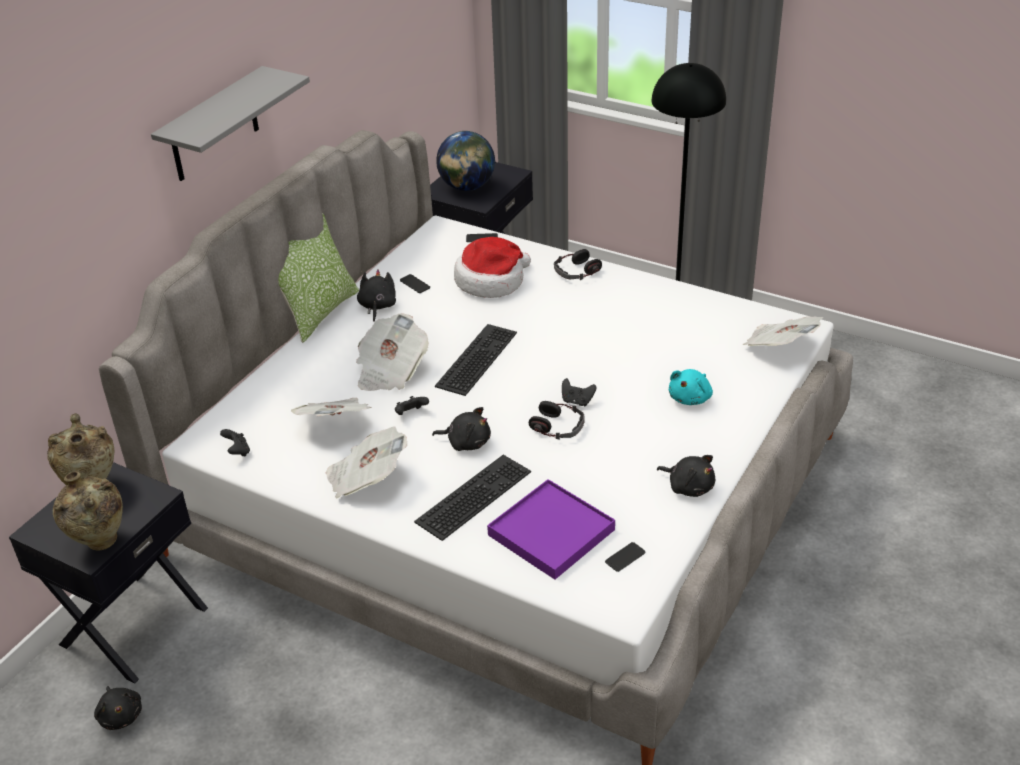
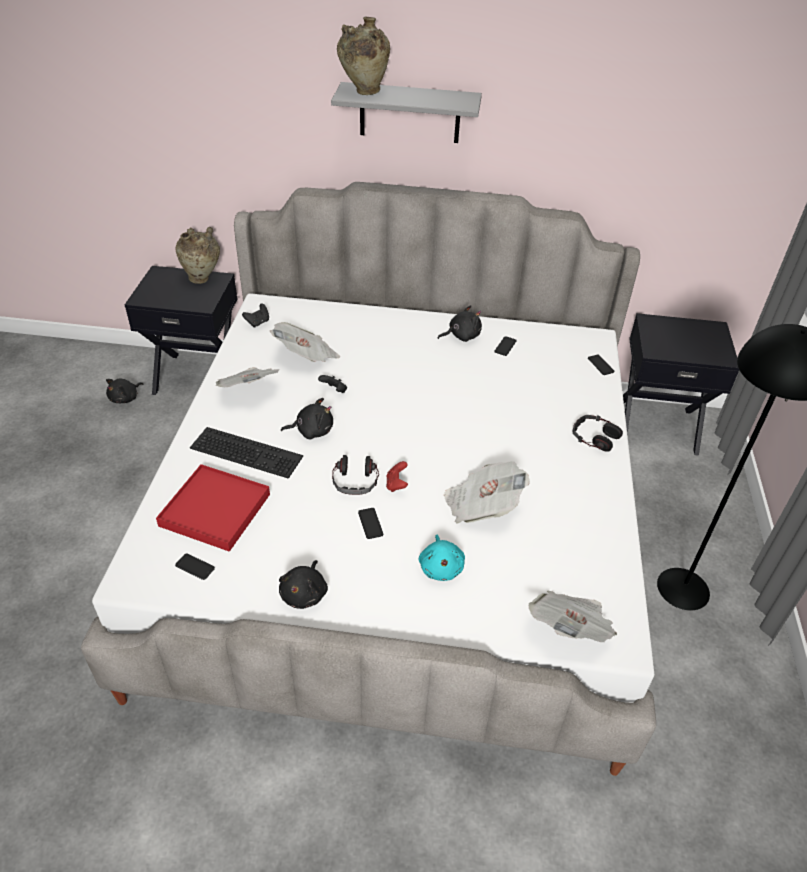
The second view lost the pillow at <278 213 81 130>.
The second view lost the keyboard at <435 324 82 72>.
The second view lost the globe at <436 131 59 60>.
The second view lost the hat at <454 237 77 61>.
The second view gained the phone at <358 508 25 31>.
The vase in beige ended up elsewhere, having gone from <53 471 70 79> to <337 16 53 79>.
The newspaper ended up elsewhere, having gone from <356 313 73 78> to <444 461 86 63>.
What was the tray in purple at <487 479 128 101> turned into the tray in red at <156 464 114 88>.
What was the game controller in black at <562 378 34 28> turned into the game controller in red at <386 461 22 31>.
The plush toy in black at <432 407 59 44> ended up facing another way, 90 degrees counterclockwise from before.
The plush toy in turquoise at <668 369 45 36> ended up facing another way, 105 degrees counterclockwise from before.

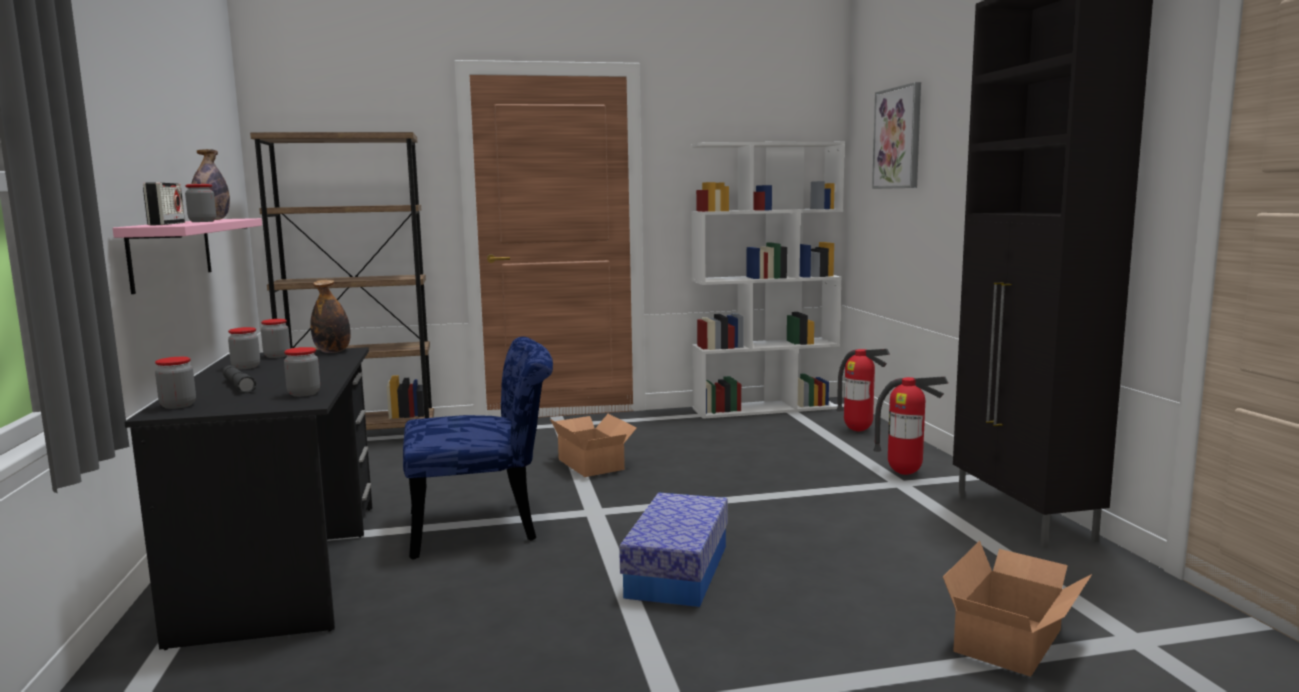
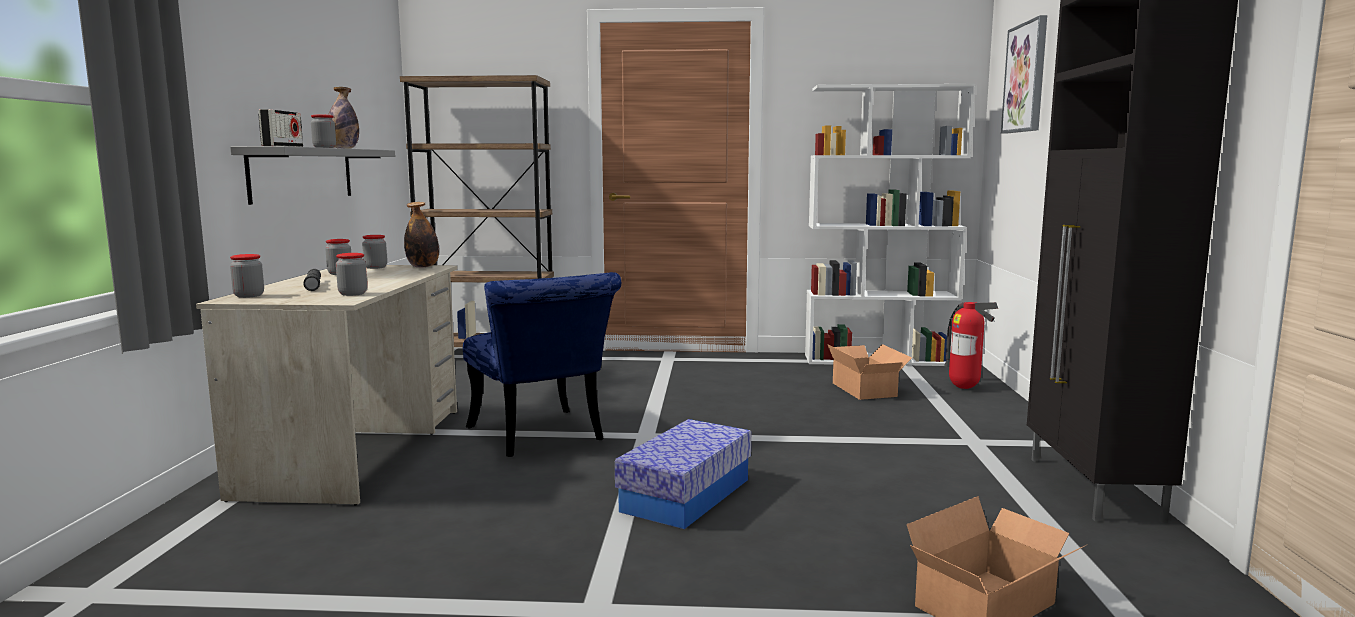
The second view lost the fire extinguisher at <873 376 75 99>.
The cardboard box ended up elsewhere, having gone from <550 414 86 63> to <827 344 85 56>.
What was the shelf in pink at <113 218 149 76> turned into the shelf in grey at <230 146 165 59>.
What was the desk in black at <124 347 248 303> turned into the desk in beige at <196 265 262 240>.
The chair in blue at <403 337 150 222> ended up facing another way, 60 degrees clockwise from before.

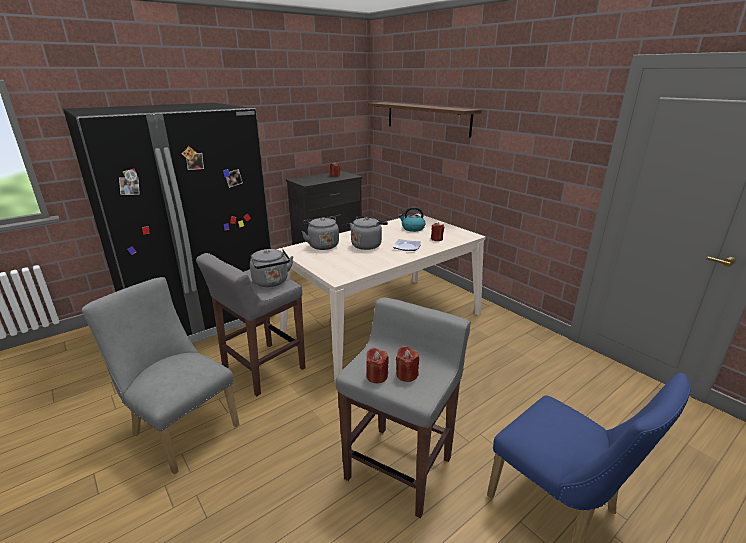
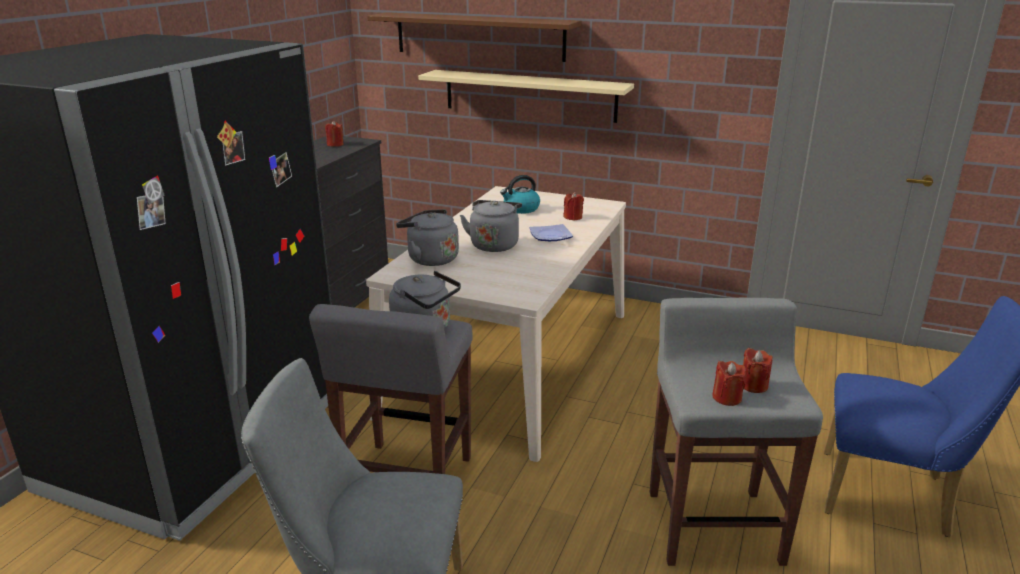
The second view gained the shelf in beige at <418 70 216 53>.

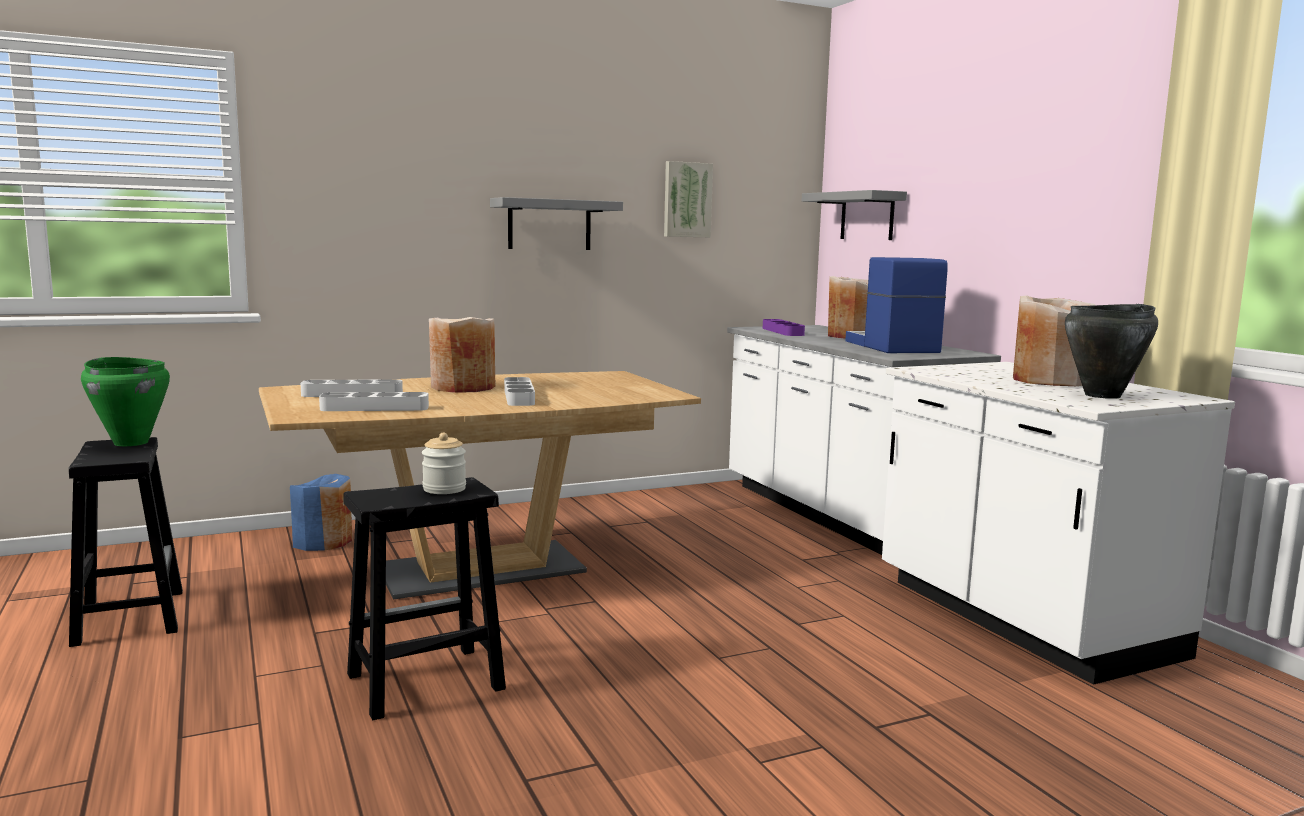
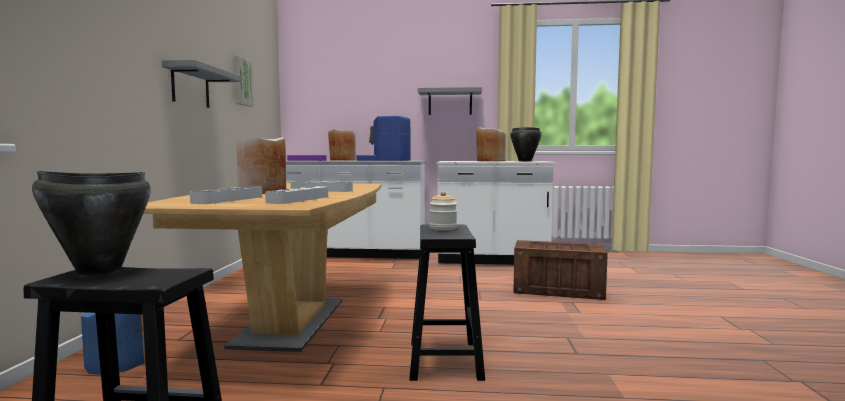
The second view gained the crate at <513 240 95 60>.
The shelf in grey ended up elsewhere, having gone from <802 190 105 50> to <418 87 64 28>.
What was the cooking pot in green at <81 357 89 89> turned into the cooking pot in black at <32 171 119 105>.

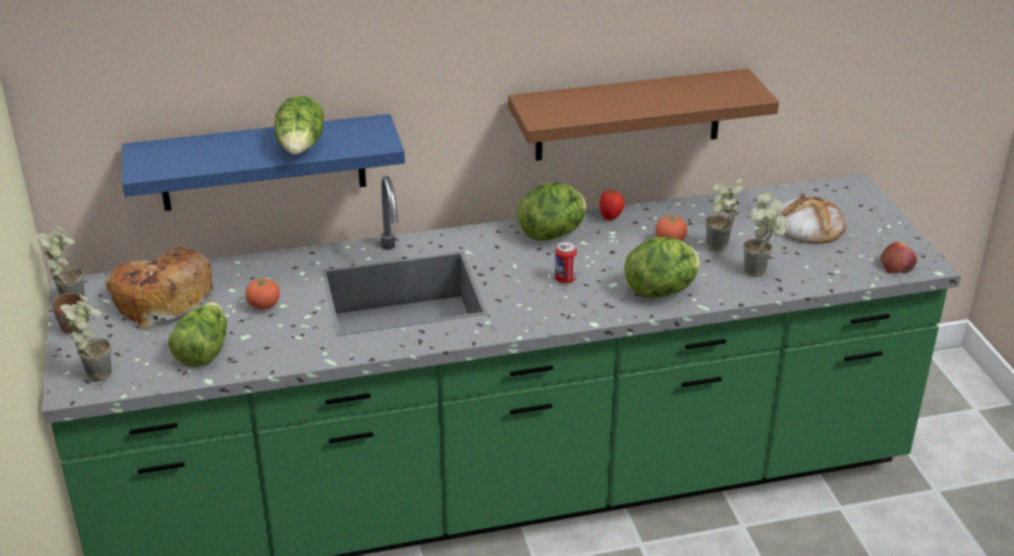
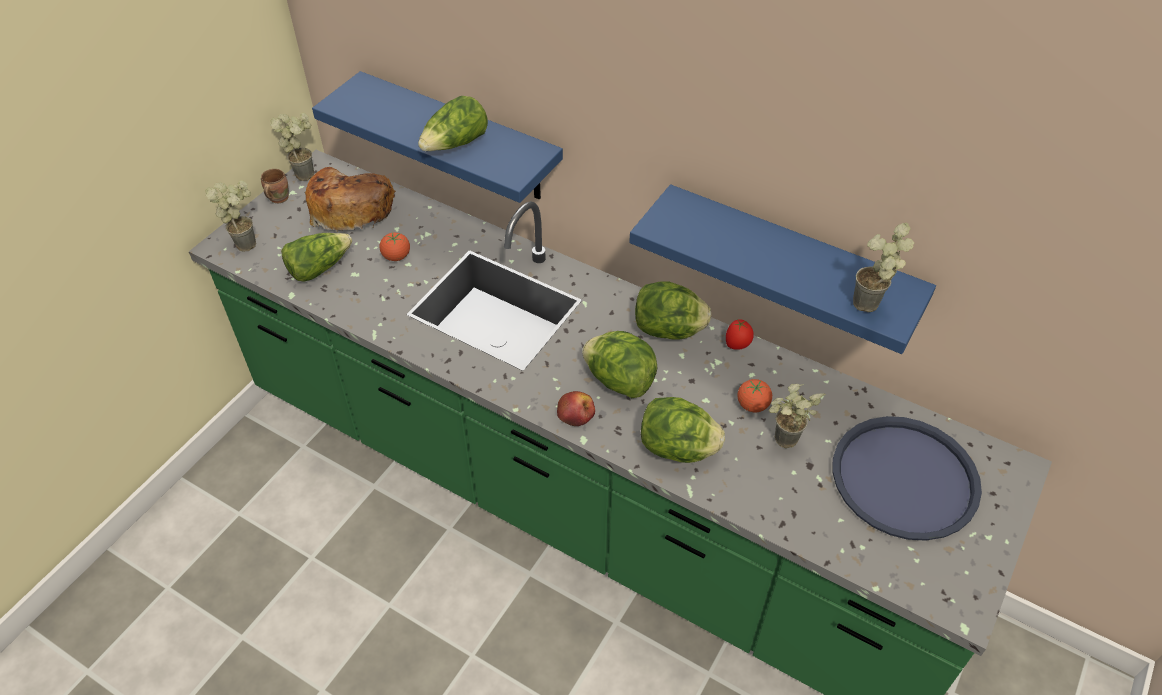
The potted plant ended up elsewhere, having gone from <743 191 44 86> to <853 222 62 90>.
The apple ended up elsewhere, having gone from <880 242 37 32> to <557 391 38 35>.
Where the can stood at <555 242 22 42>, the lettuce came to stand at <582 331 75 67>.
Where the bread stood at <775 194 71 50>, the tray in blue came to stand at <832 416 150 125>.
What was the shelf in brown at <508 69 271 92> turned into the shelf in blue at <629 184 307 170>.

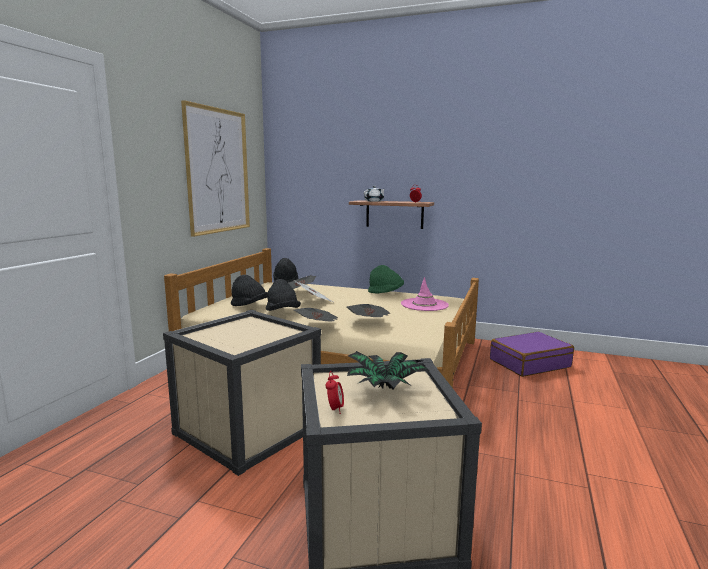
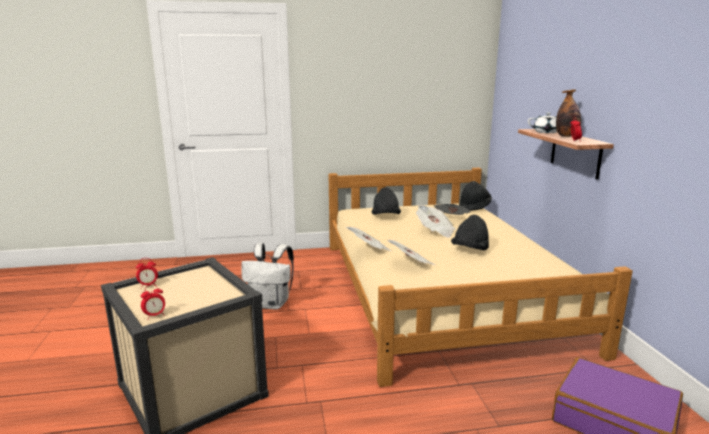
The second view lost the picture at <181 100 69 137>.
The second view lost the potted plant at <347 351 83 39>.
The second view lost the hat in green at <368 265 36 28>.
The second view lost the hat in pink at <401 277 48 34>.
The second view gained the alarm clock at <141 285 24 35>.
The second view gained the bottle at <556 89 25 48>.
The hat in black ended up elsewhere, having gone from <266 279 35 32> to <451 215 38 35>.
Where the storage box in beige stood at <163 310 158 166>, the backpack in white came to stand at <241 243 53 66>.

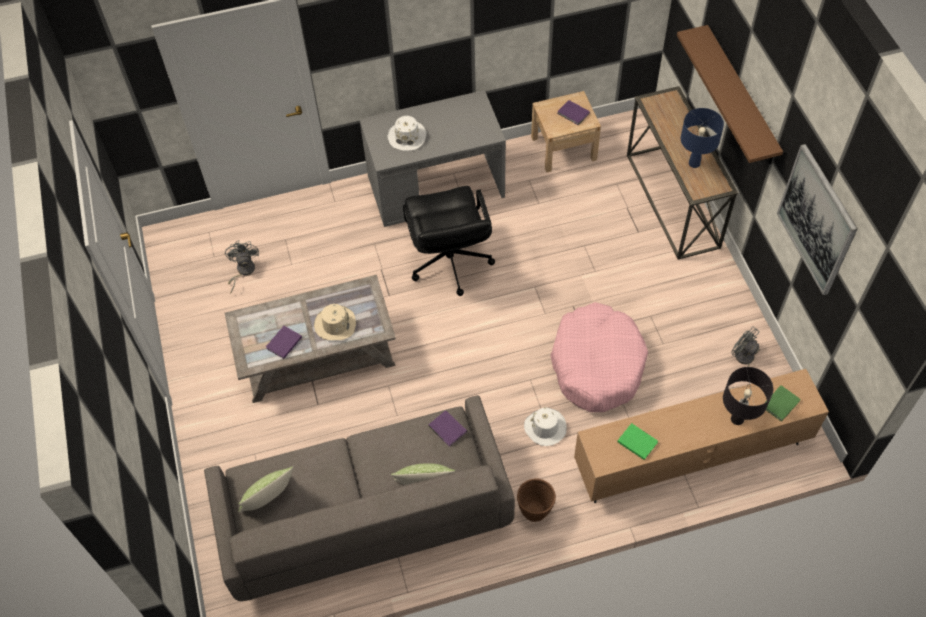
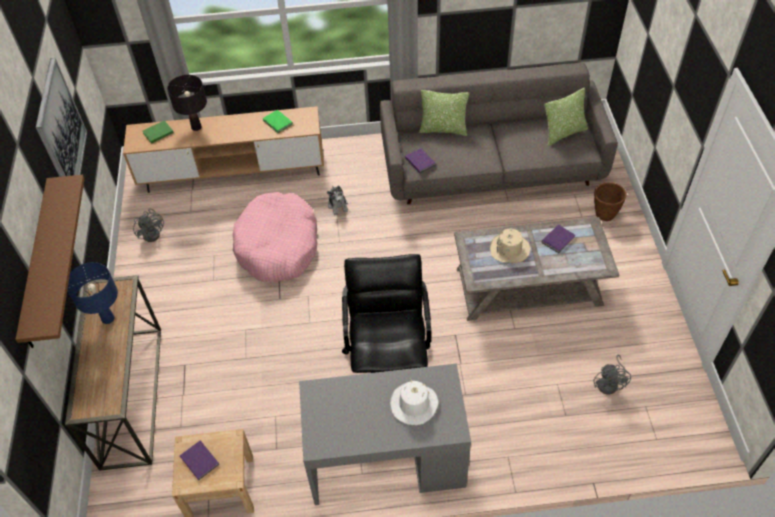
The planter in brown ended up elsewhere, having gone from <517 478 39 44> to <594 182 33 39>.
Where the hat in white stood at <524 407 42 39>, the plush toy came to stand at <327 185 21 30>.

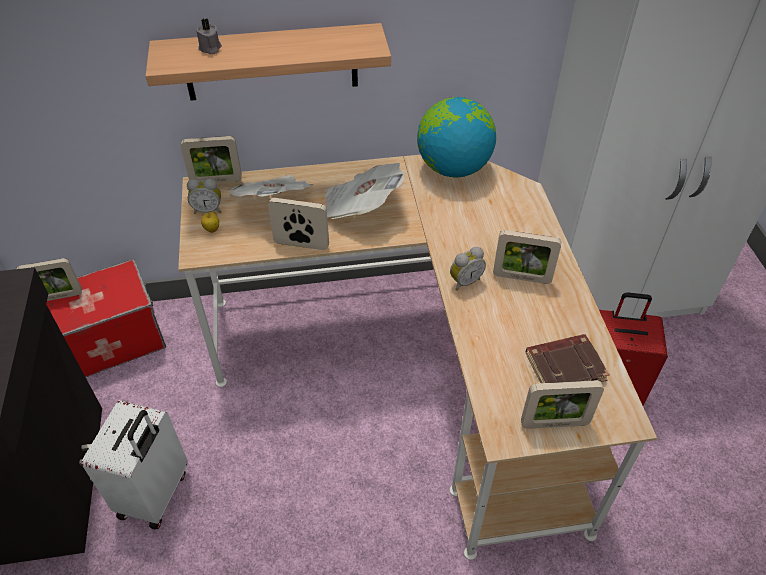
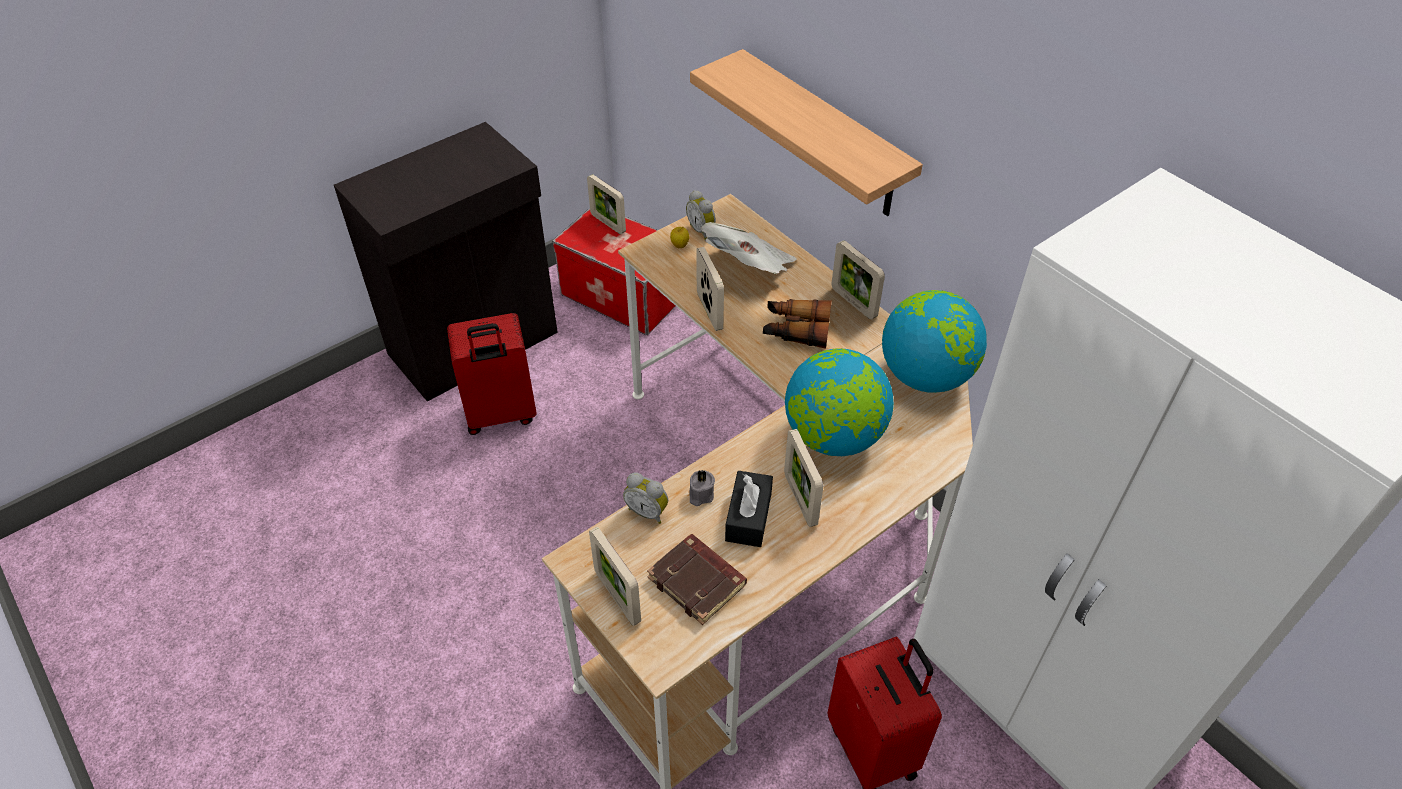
The second view gained the tissue box in black at <725 471 48 76>.
The second view gained the globe at <785 348 109 108>.
The picture frame ended up elsewhere, having gone from <181 136 61 47> to <832 240 53 79>.
The candle in grey ended up elsewhere, having gone from <196 18 26 36> to <689 470 26 36>.
The alarm clock ended up elsewhere, having gone from <450 247 36 44> to <623 472 45 52>.
Where the newspaper stood at <325 163 80 56>, the binoculars came to stand at <763 299 69 50>.
What was the suitcase in white at <82 400 106 130> turned into the suitcase in red at <447 313 90 122>.

